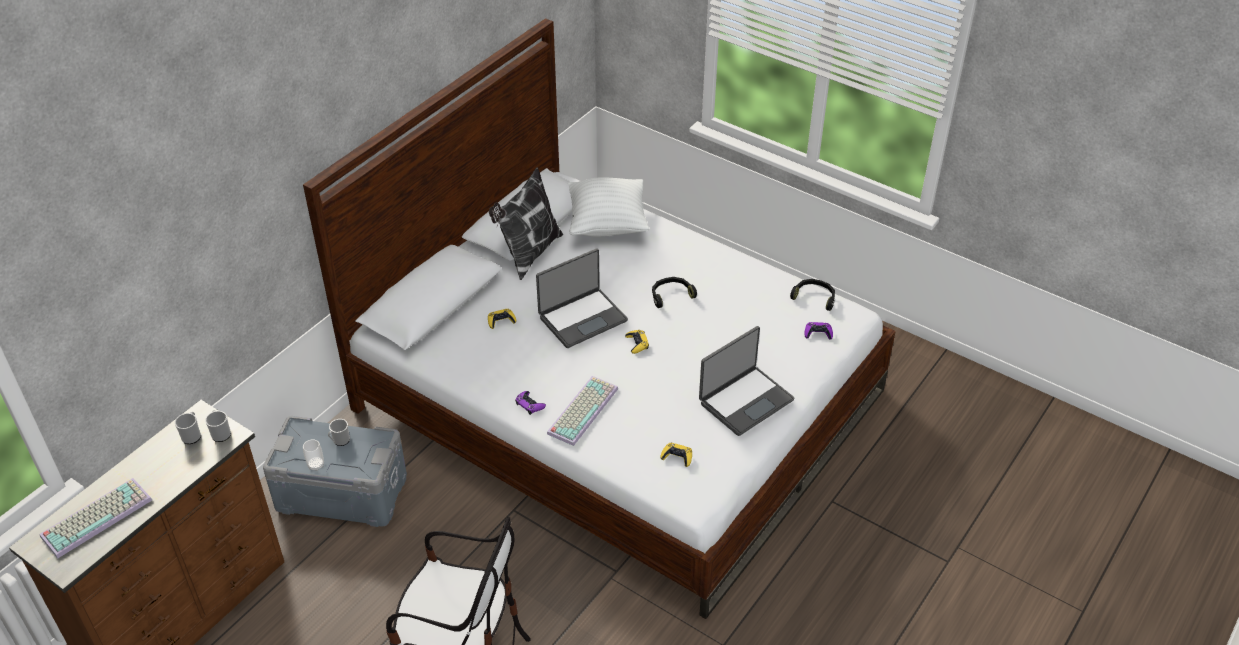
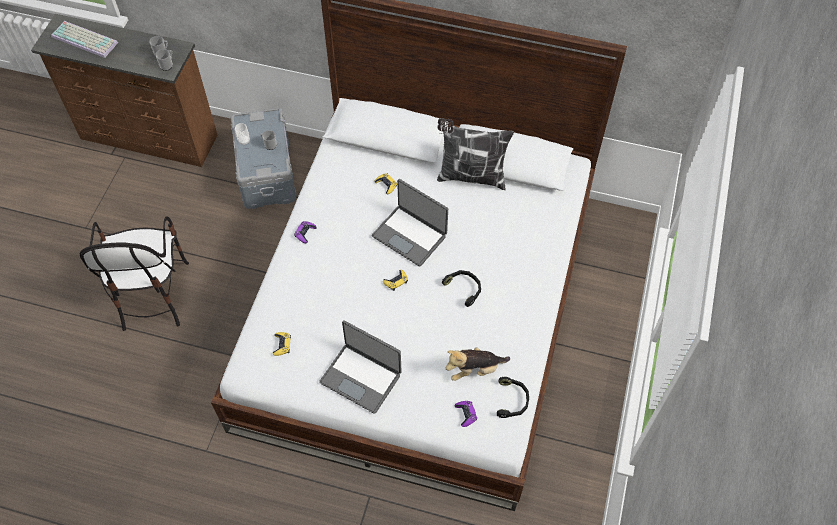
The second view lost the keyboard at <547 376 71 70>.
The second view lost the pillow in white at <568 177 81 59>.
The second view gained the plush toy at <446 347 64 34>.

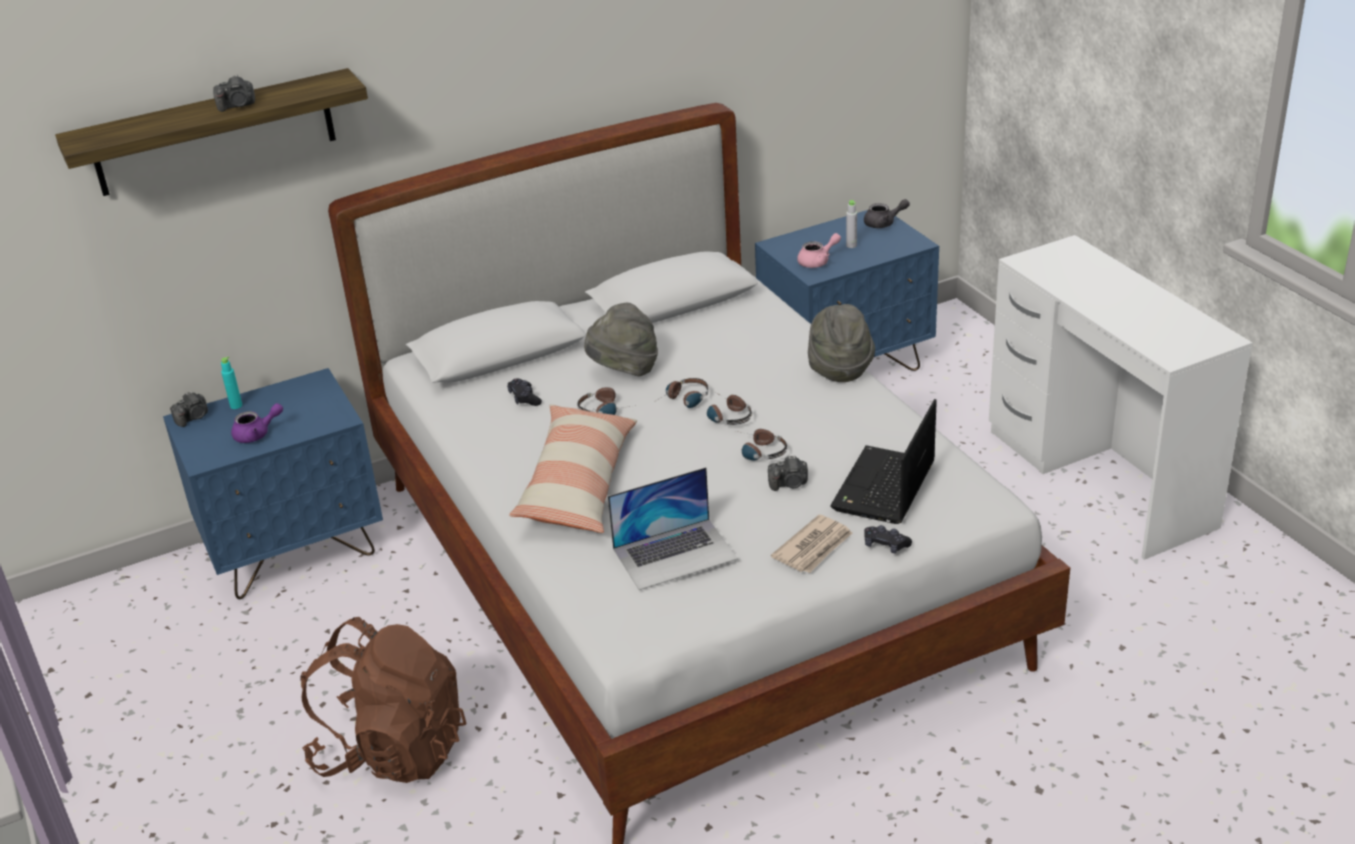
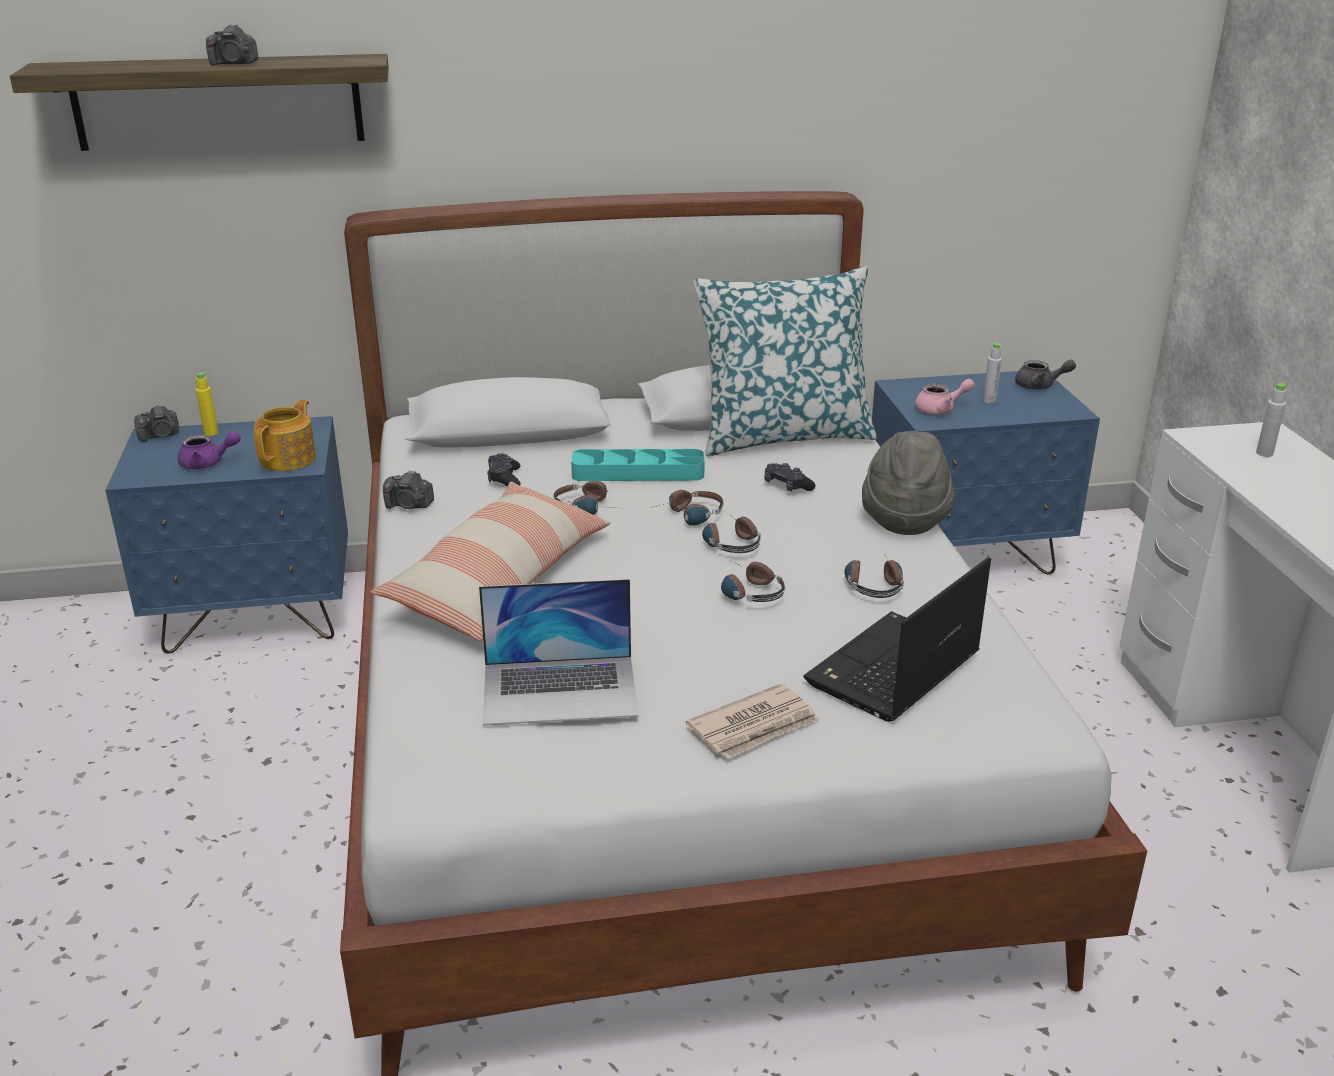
The second view lost the backpack in brown at <301 617 166 166>.
The second view gained the teapot at <254 399 62 72>.
The second view gained the pillow at <693 266 184 190>.
The second view gained the headphones at <844 553 60 45>.
The second view gained the bottle in grey at <1256 382 30 75>.
The photo camera ended up elsewhere, having gone from <768 455 40 36> to <383 470 51 39>.
The game controller in black ended up elsewhere, having gone from <864 525 48 29> to <764 463 52 29>.
Where the hat in grey stood at <584 303 74 73>, the tray in turquoise came to stand at <571 449 134 32>.
What was the bottle in turquoise at <221 357 21 52> turned into the bottle in yellow at <196 372 22 64>.

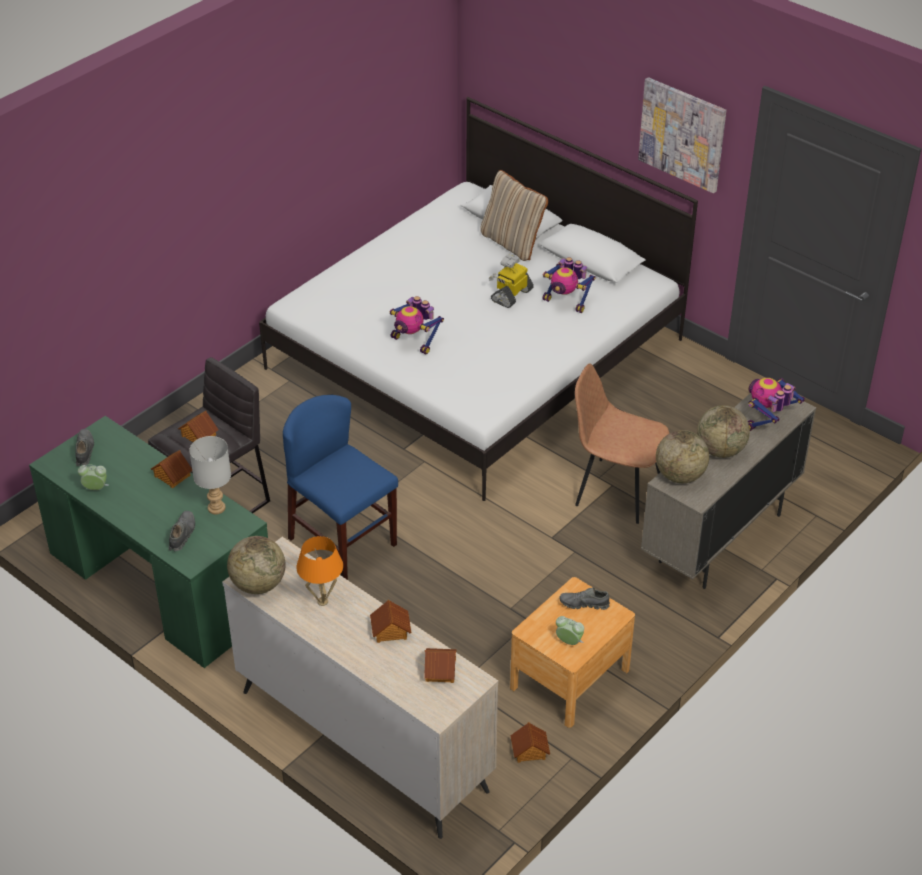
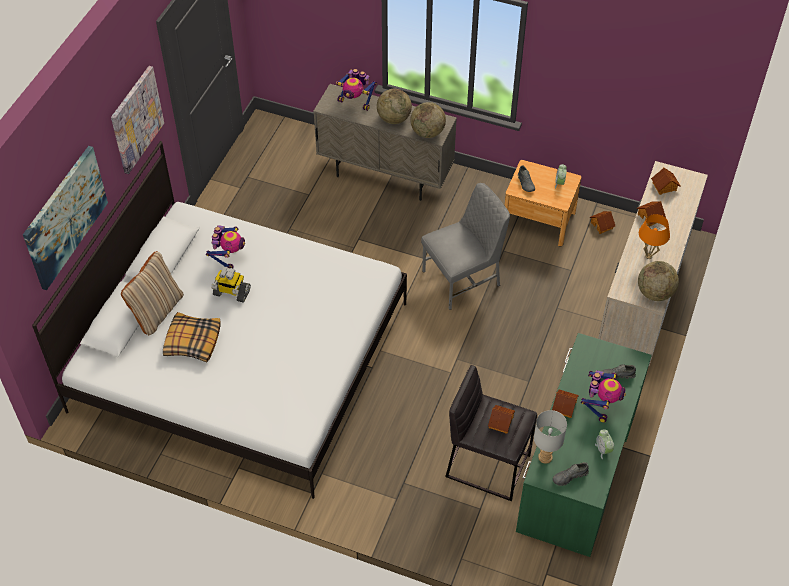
The second view lost the chair in blue at <283 395 115 184>.
The second view lost the chair in brown at <575 364 94 160>.
The second view gained the picture at <23 146 85 144>.
The second view gained the pillow at <163 312 58 50>.
The second view gained the chair in grey at <421 183 89 127>.
The table lamp in grey ended up elsewhere, having gone from <189 436 42 78> to <534 410 33 54>.
The toy robot ended up elsewhere, having gone from <390 296 54 59> to <581 370 45 53>.

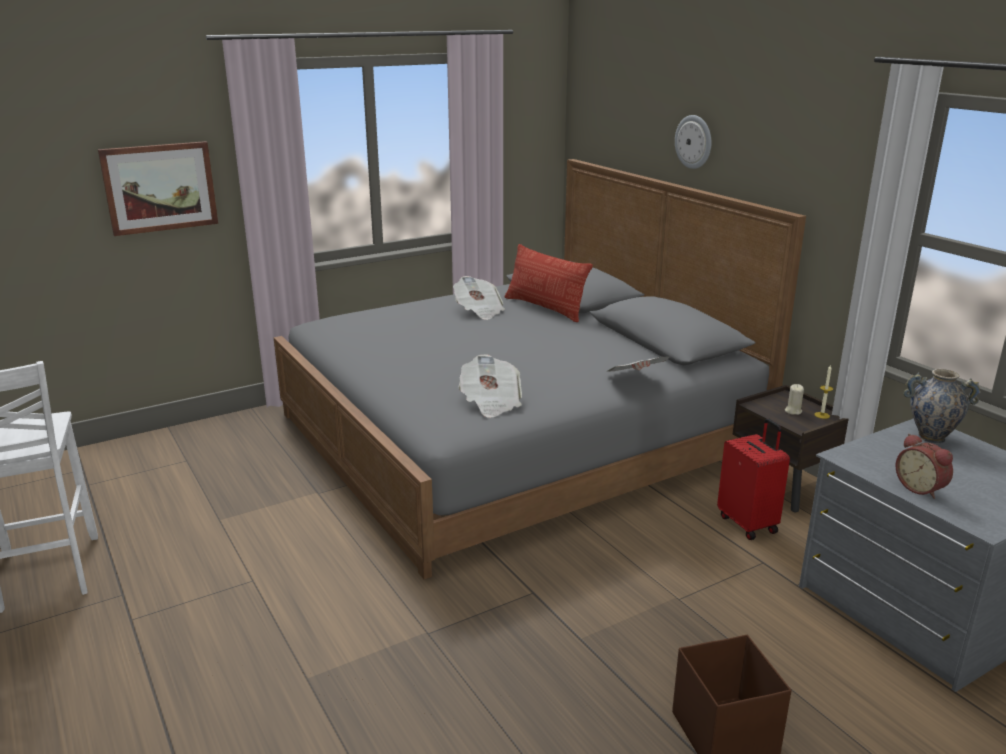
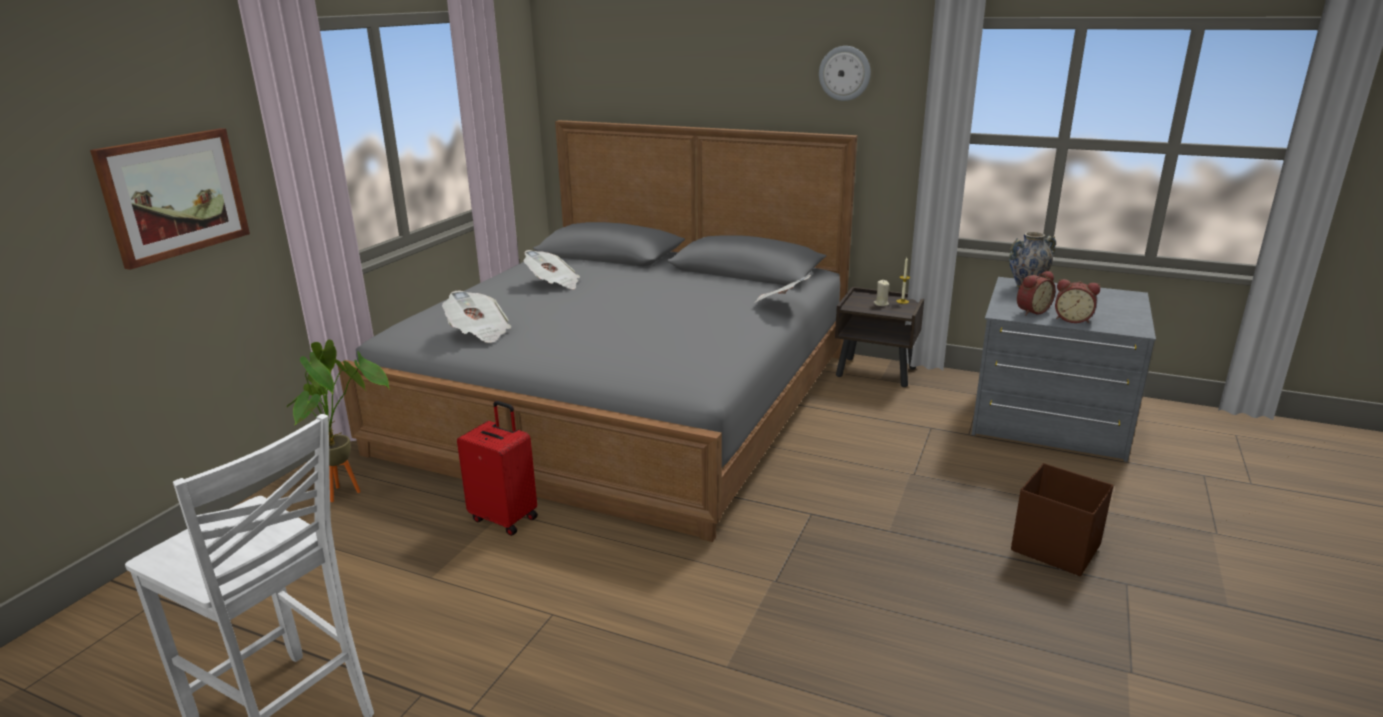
The second view lost the pillow at <505 244 88 78>.
The second view gained the potted plant at <287 339 103 163>.
The second view gained the alarm clock at <1017 271 39 44>.
The newspaper ended up elsewhere, having gone from <458 354 64 64> to <442 290 70 53>.
The wall clock ended up elsewhere, having gone from <675 115 36 54> to <819 46 52 55>.
The suitcase in red ended up elsewhere, having gone from <717 418 73 122> to <457 401 81 135>.

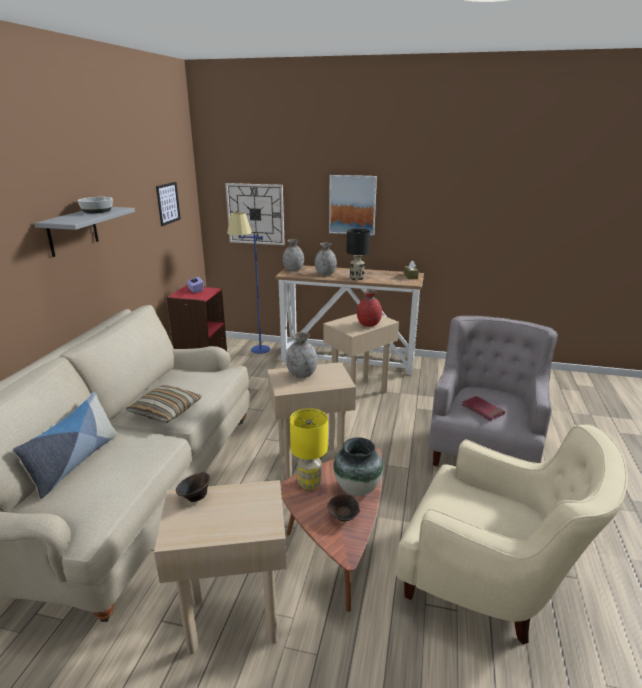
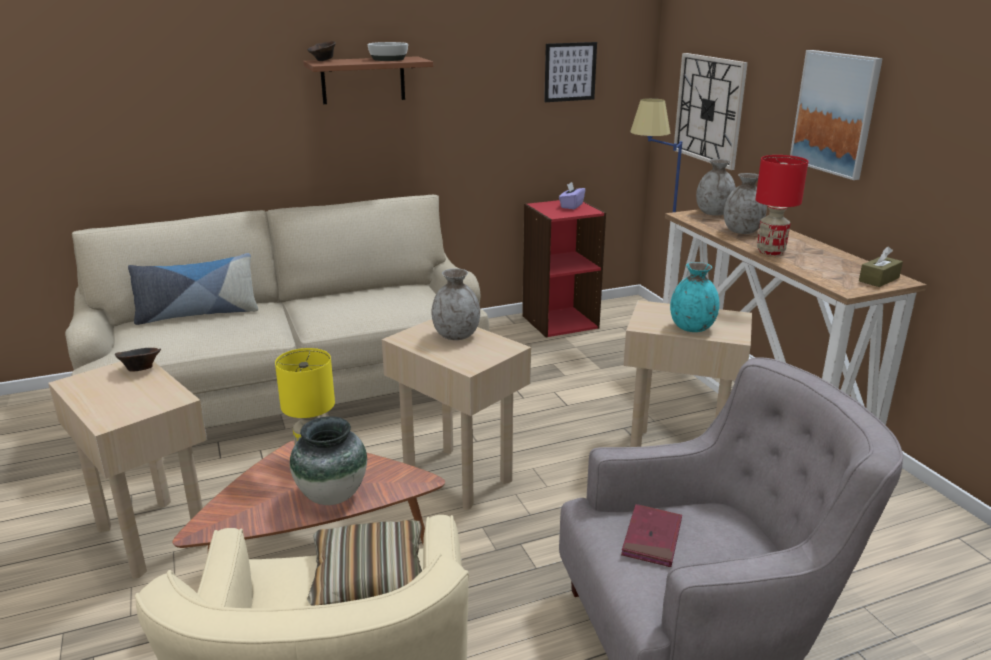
The pillow ended up elsewhere, having gone from <126 385 76 38> to <307 520 115 86>.
The bowl in brown ended up elsewhere, having gone from <327 494 33 28> to <307 41 29 20>.
What was the shelf in grey at <34 207 101 50> turned into the shelf in brown at <303 56 130 48>.
What was the table lamp in black at <346 229 24 51> turned into the table lamp in red at <755 155 53 100>.
What was the vase in red at <357 290 25 37> turned into the vase in turquoise at <670 262 49 70>.

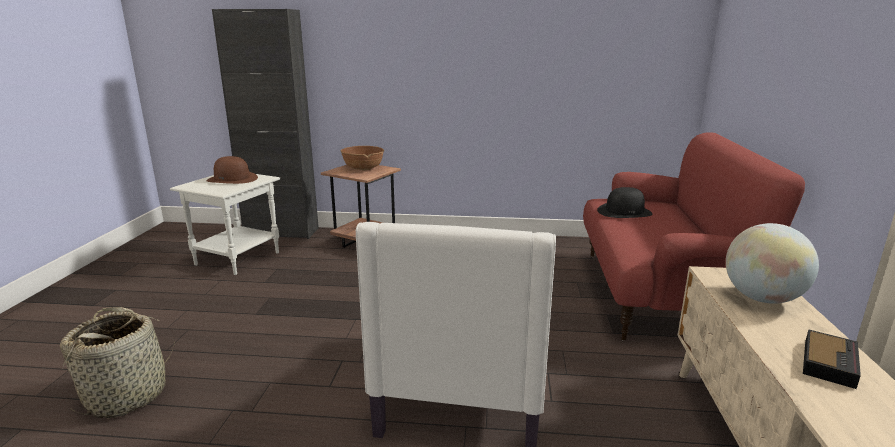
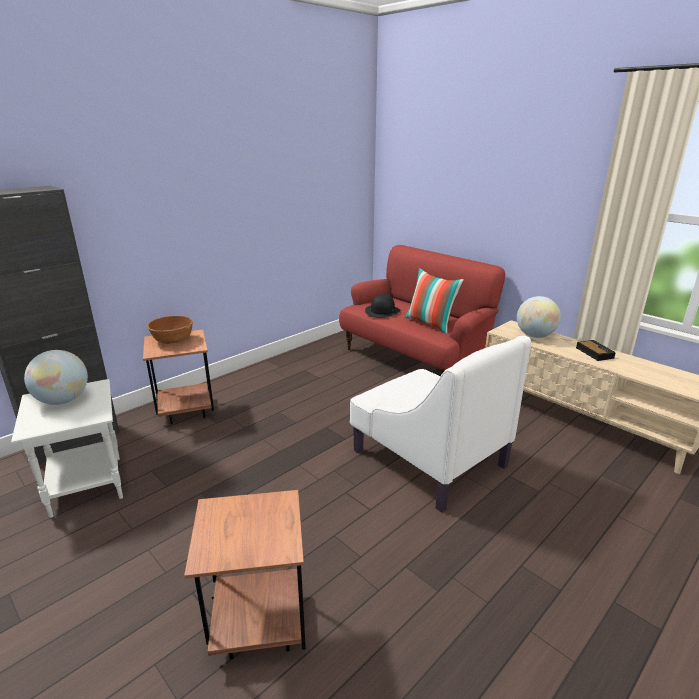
The second view gained the pillow at <405 268 59 66>.
Where the basket stood at <60 307 115 111>, the side table in brown came to stand at <184 490 122 169>.
Where the hat in brown stood at <206 156 52 28>, the globe came to stand at <24 350 64 55>.

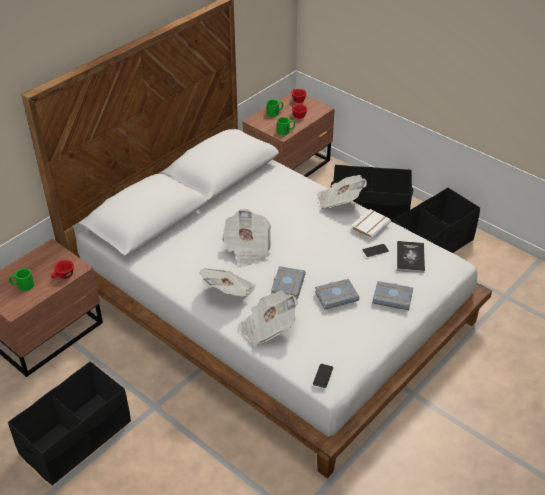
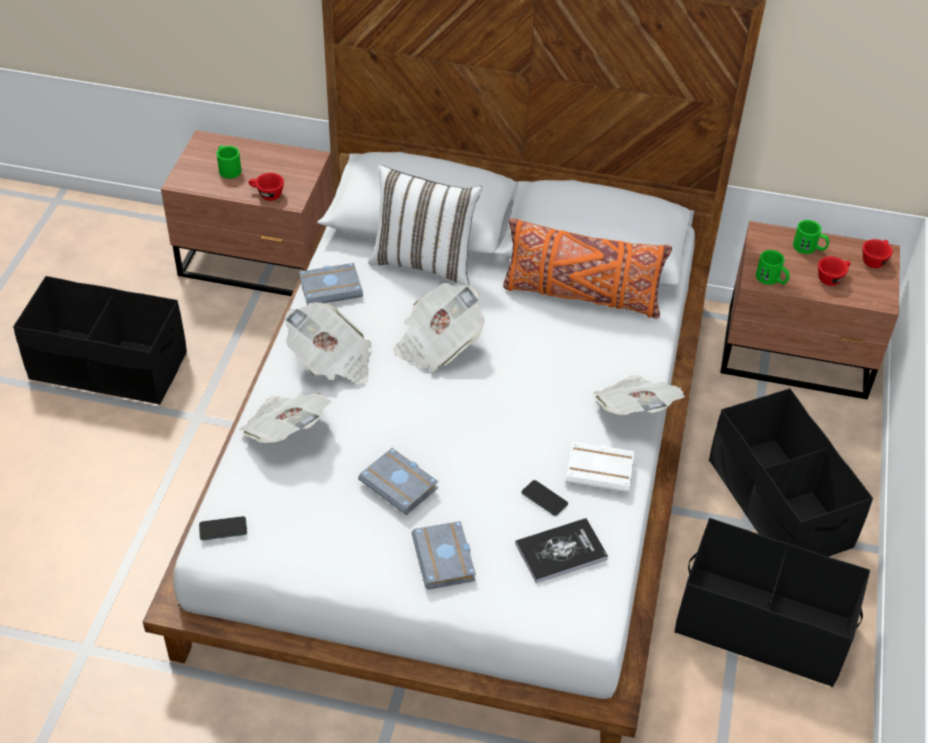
The second view gained the pillow in white at <368 165 114 121>.
The second view gained the pillow in orange at <503 218 169 101>.
The book in grey ended up elsewhere, having gone from <271 266 35 33> to <299 263 64 42>.

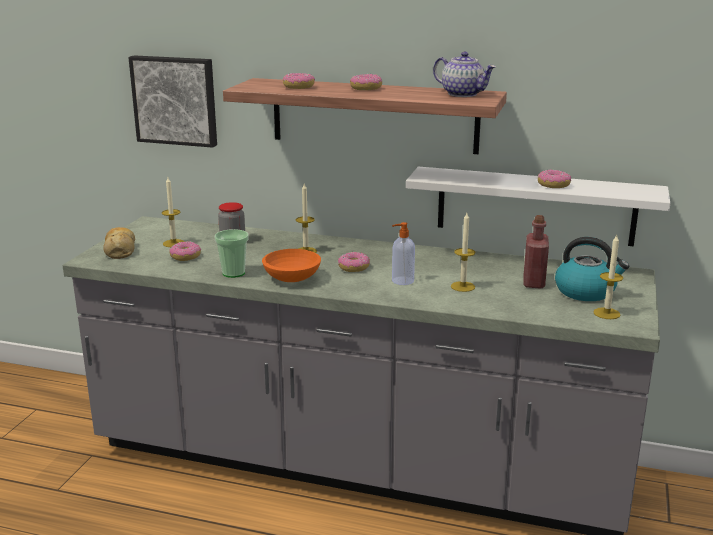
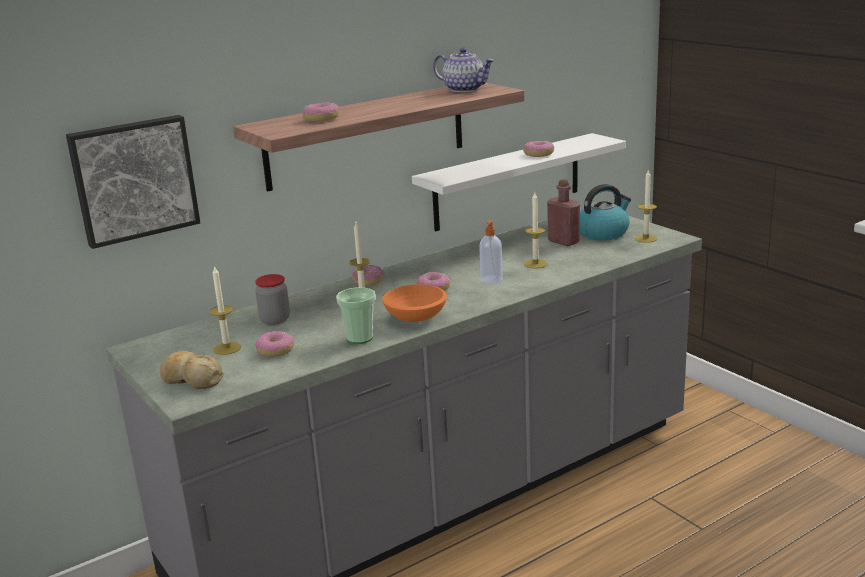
The donut ended up elsewhere, having gone from <350 74 32 16> to <352 265 33 21>.
The teapot at <433 52 63 45> ended up facing another way, 45 degrees clockwise from before.

